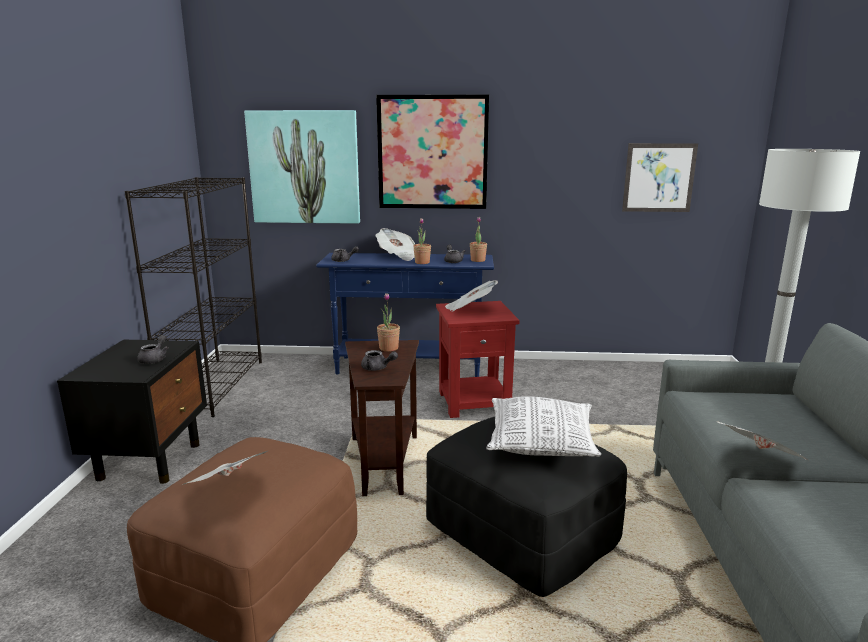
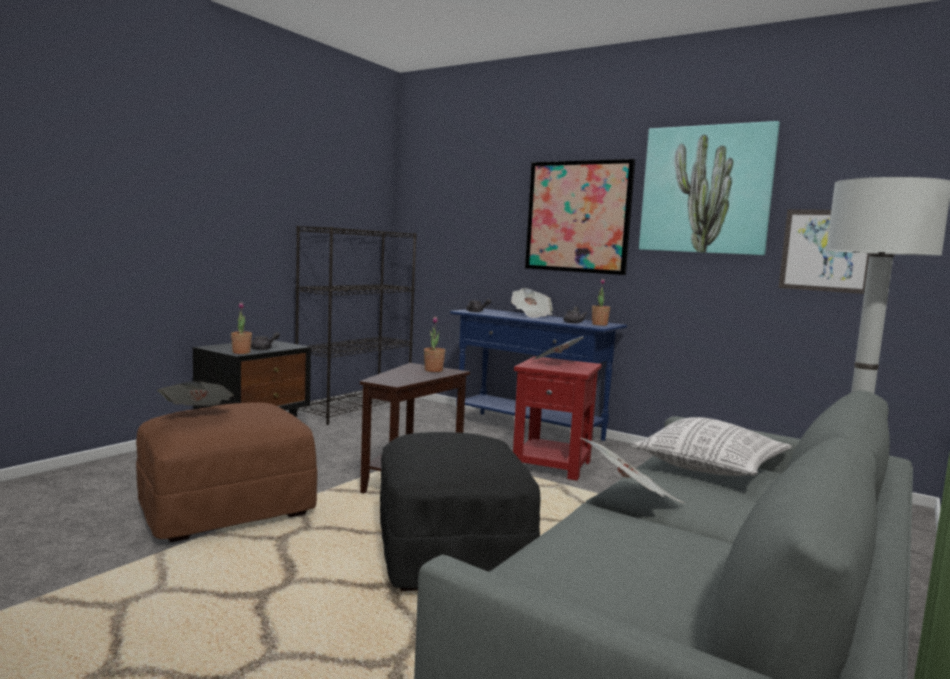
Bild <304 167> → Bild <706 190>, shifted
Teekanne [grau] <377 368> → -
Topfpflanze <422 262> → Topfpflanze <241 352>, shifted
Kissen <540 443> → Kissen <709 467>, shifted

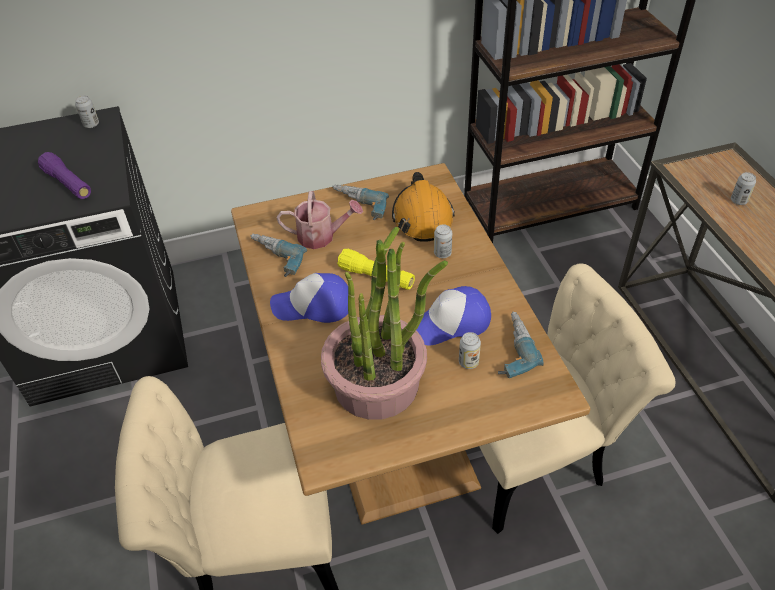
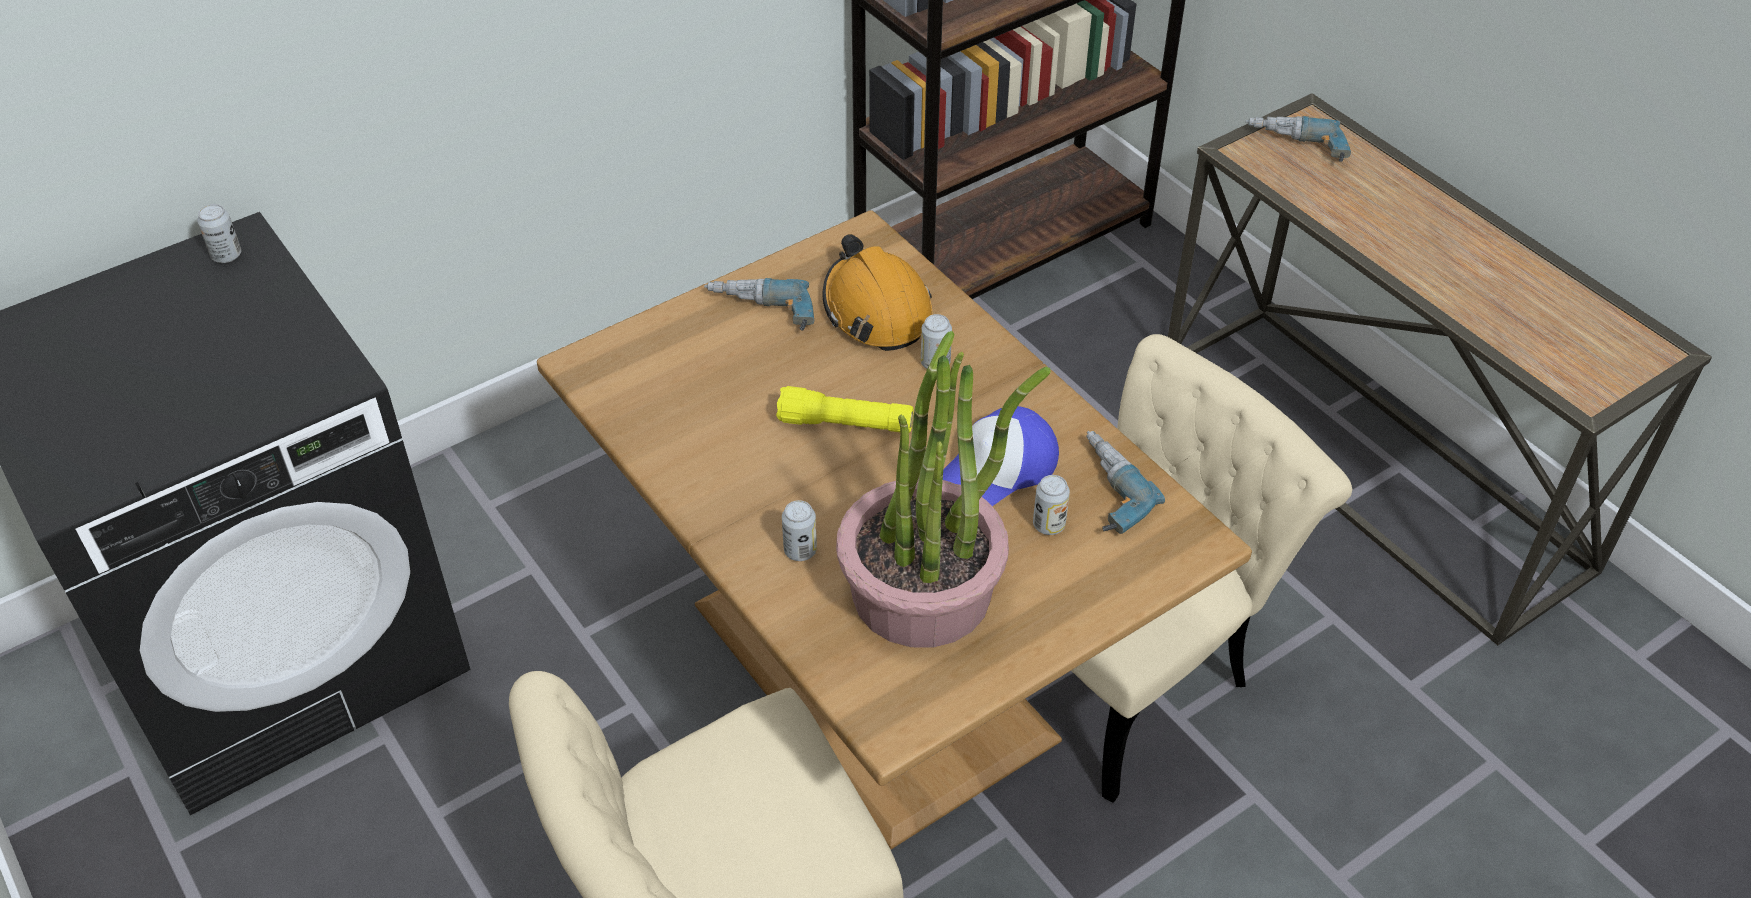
Taschenlampe [lila] <68 184> → -
Bohrmaschine <273 260> → Bohrmaschine <1295 148>, shifted
Kappe <313 306> → -
Gießkanne <321 236> → -
Dose <738 201> → Dose <800 551>, shifted

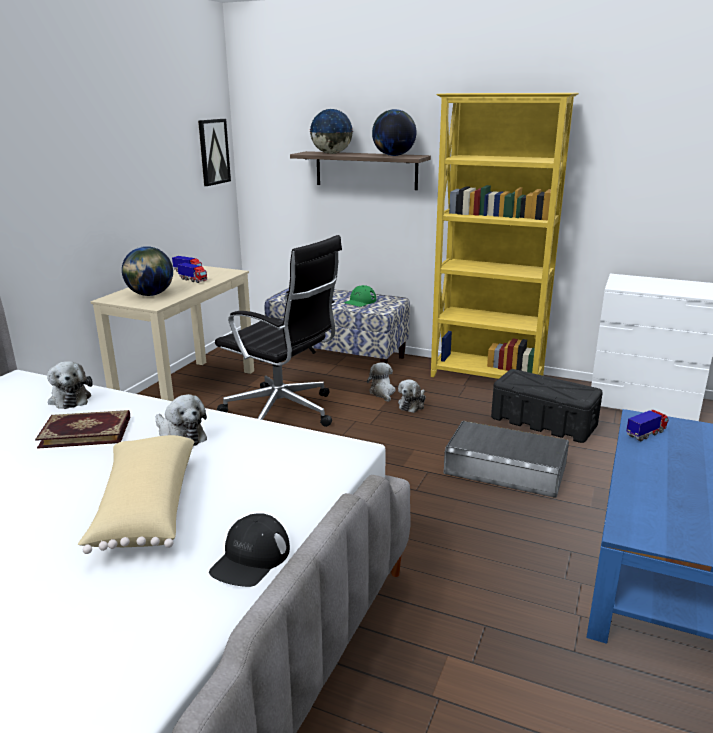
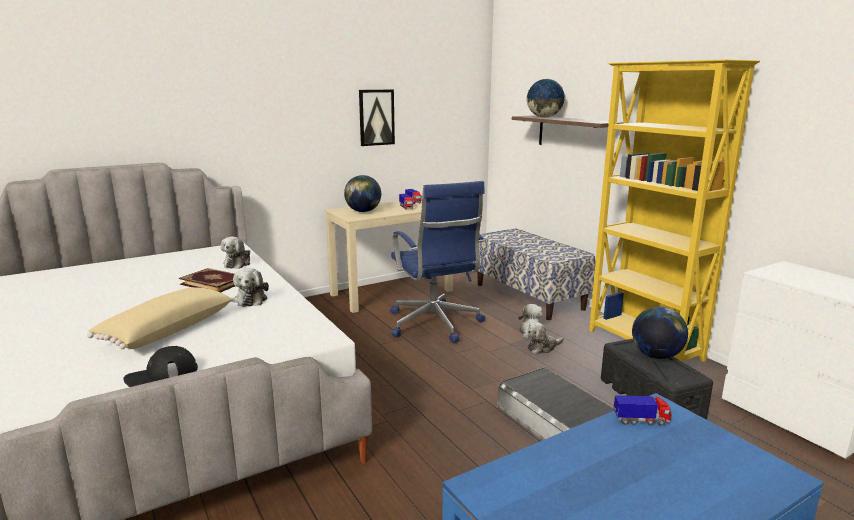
Bild <213 152> → Bild <376 117>, shifted
Bürostuhl [schwarz] <283 413> → Bürostuhl [blau] <435 324>
Kappe [grün] <360 301> → -
Globus <393 155> → Globus <656 355>, shifted

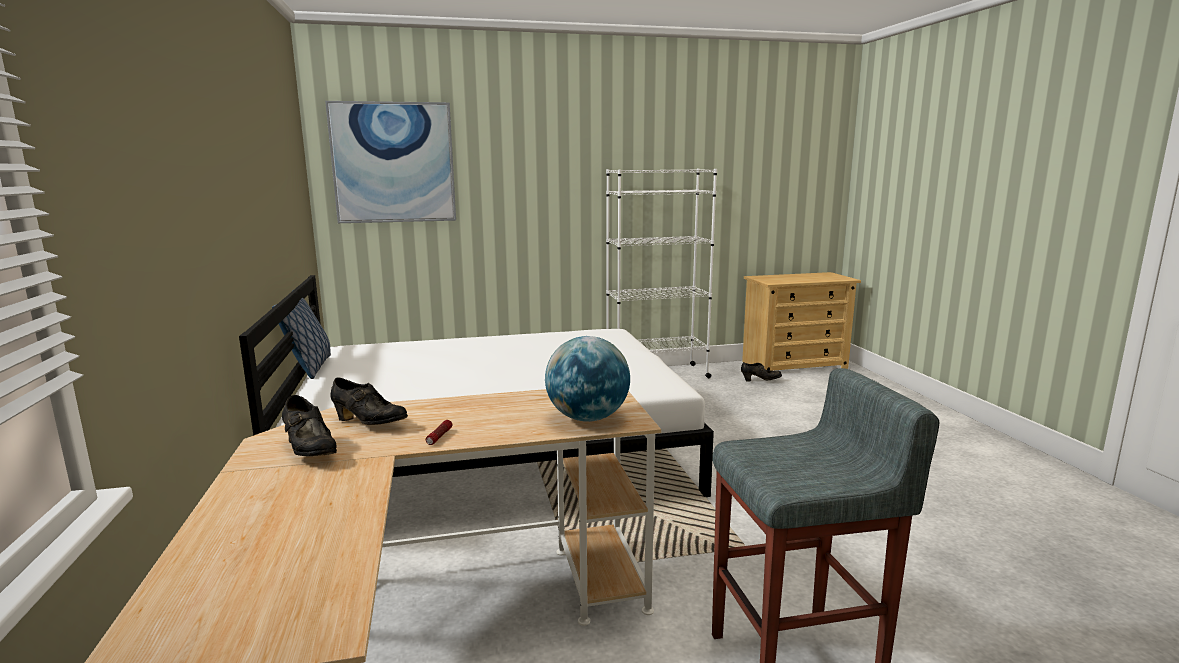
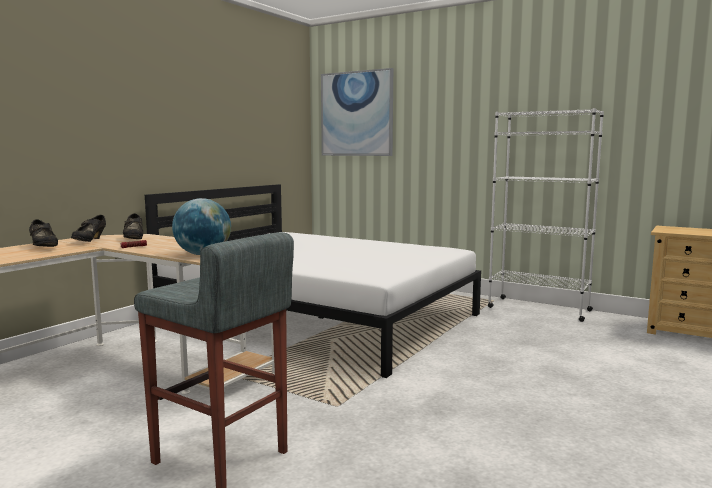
Kissen <309 368> → -
Schuh [schwarz] <761 381> → Schuh [schwarz] <44 247>, shifted

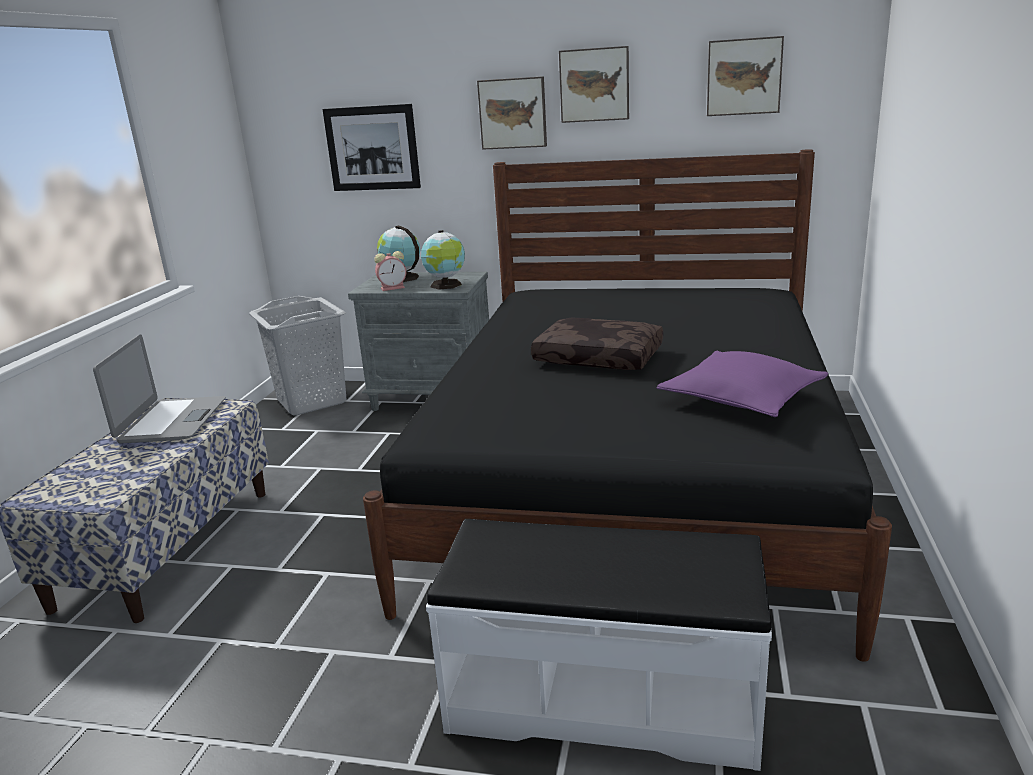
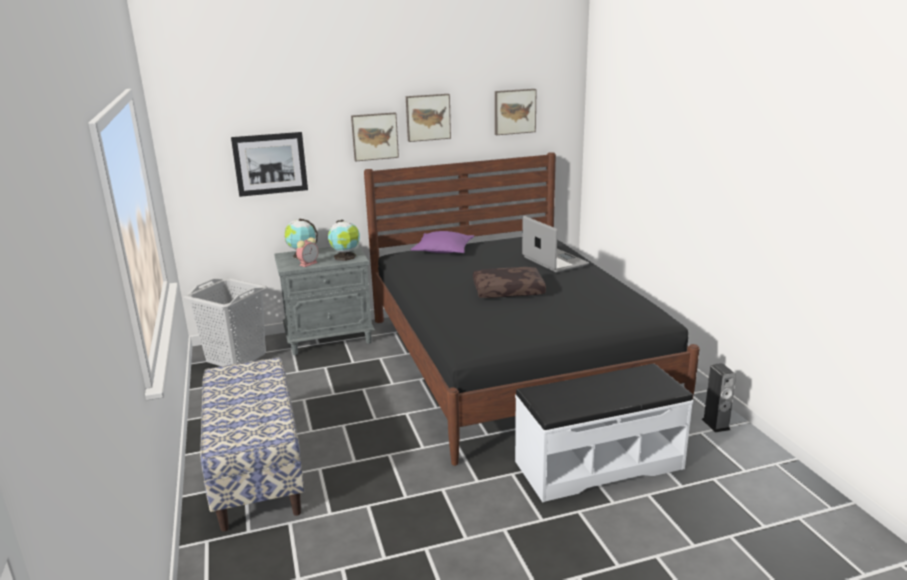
Laptop <171 421> → Laptop <554 261>, shifted
Kissen [lila] <741 398> → Kissen [lila] <443 250>, shifted
- → Lautsprecher <715 424>

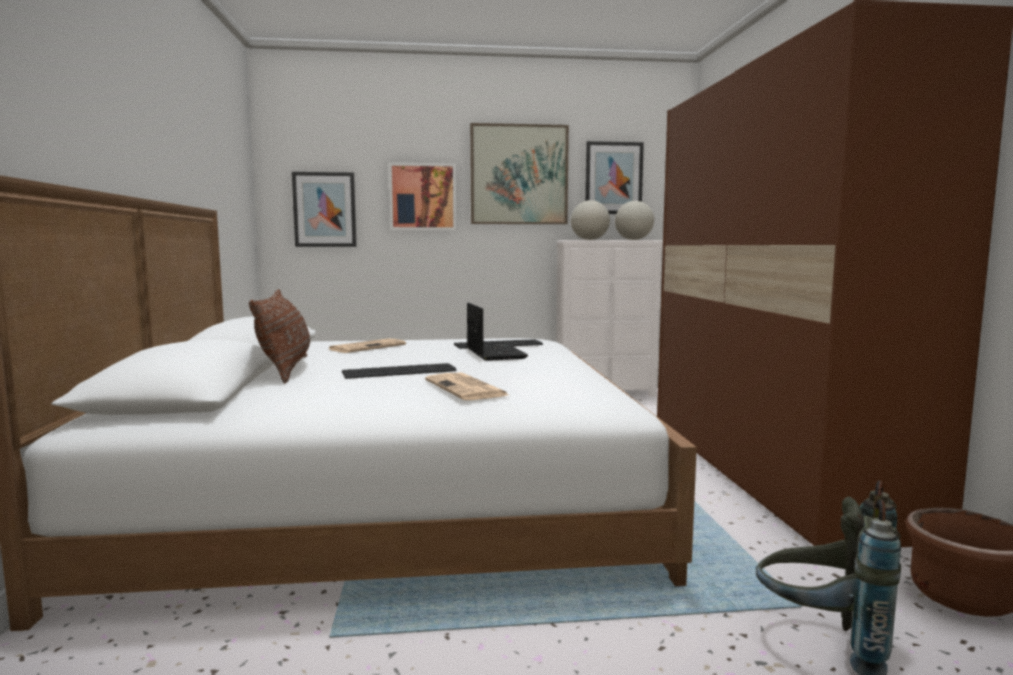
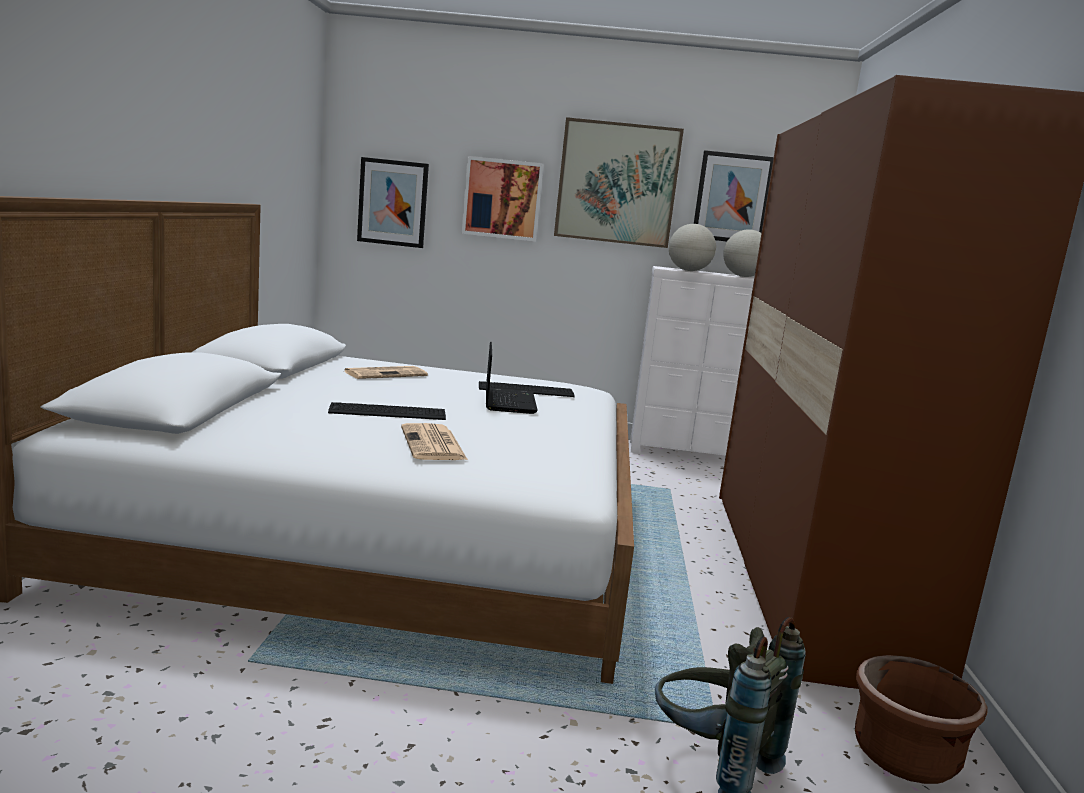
Kissen [braun] <285 369> → -

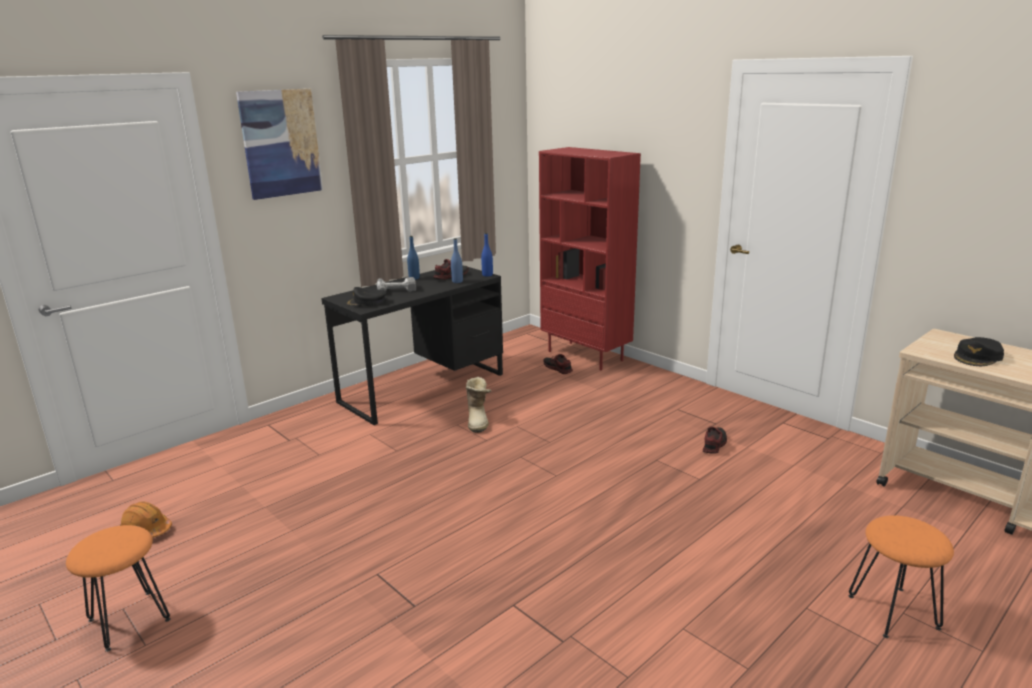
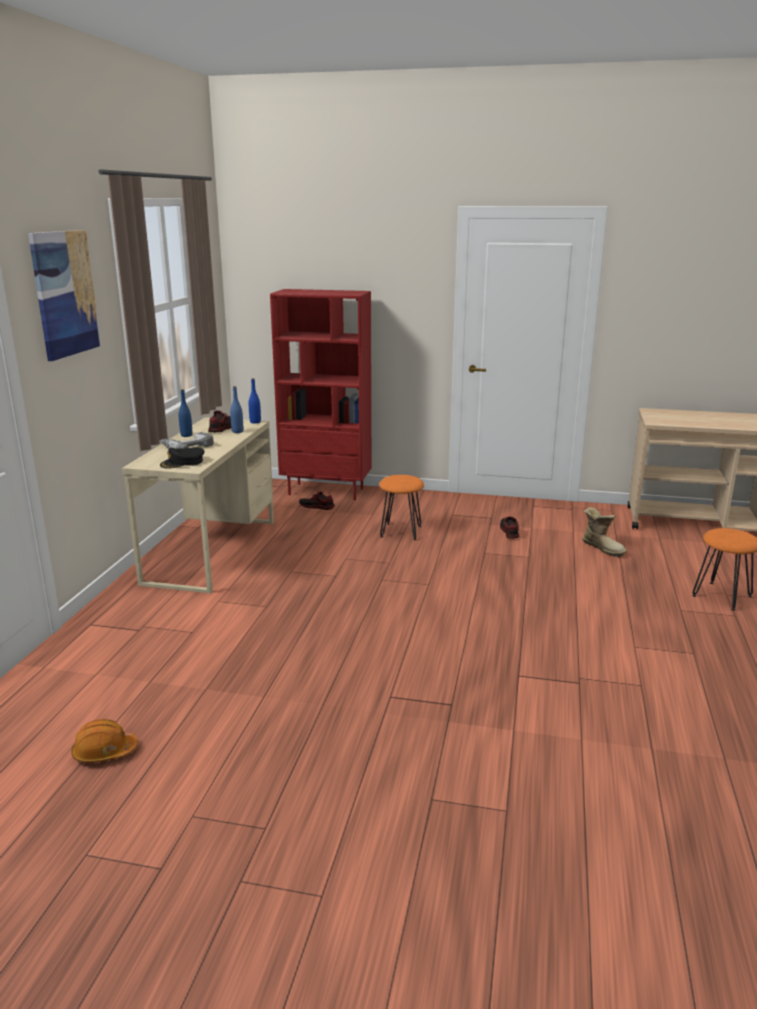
Hocker [orange] <129 619> → Hocker [orange] <400 531>, shifted
Schreibtisch [schwarz] <423 388> → Schreibtisch [beige] <212 551>
Stiefel <478 421> → Stiefel <602 548>, shifted
Kappe [schwarz] <978 357> → -

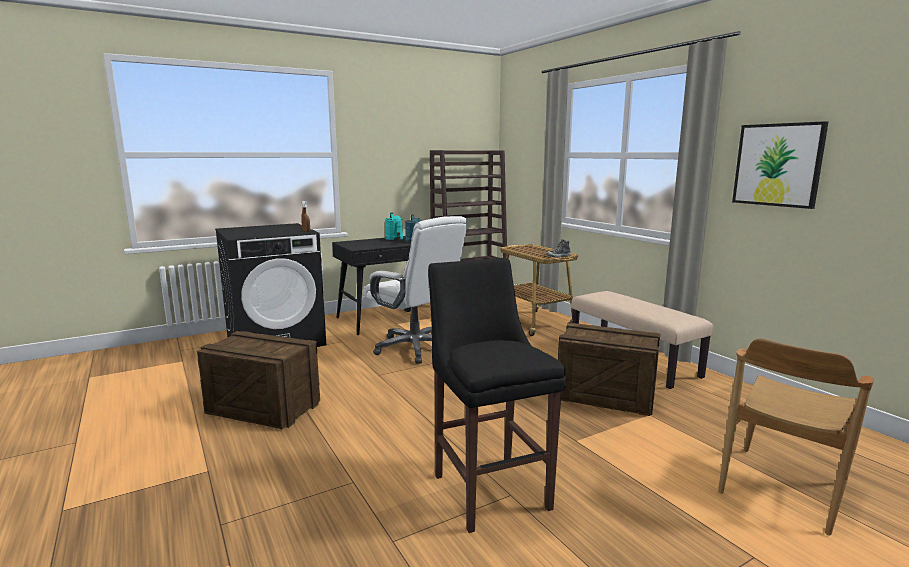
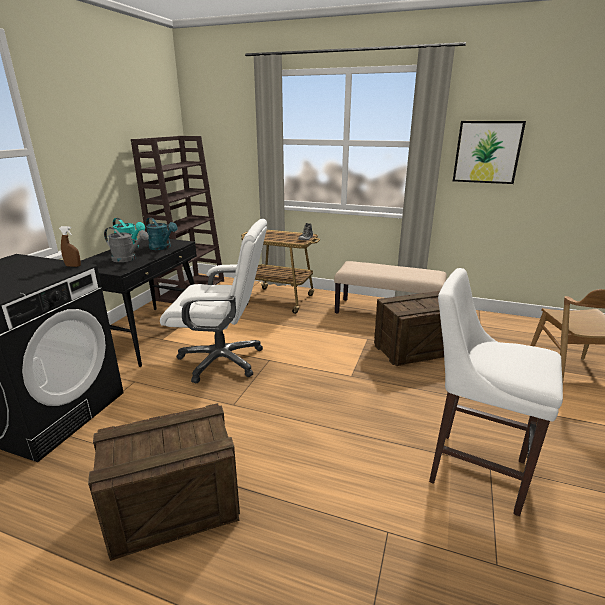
Hocker [schwarz] <489 488> → Hocker [weiß] <472 468>
- → Gießkanne [grau] <128 259>

